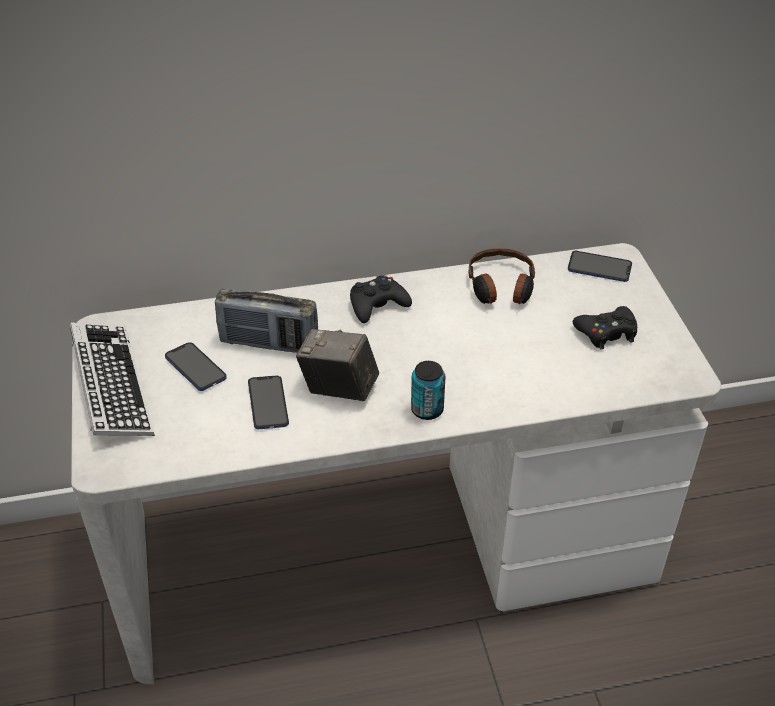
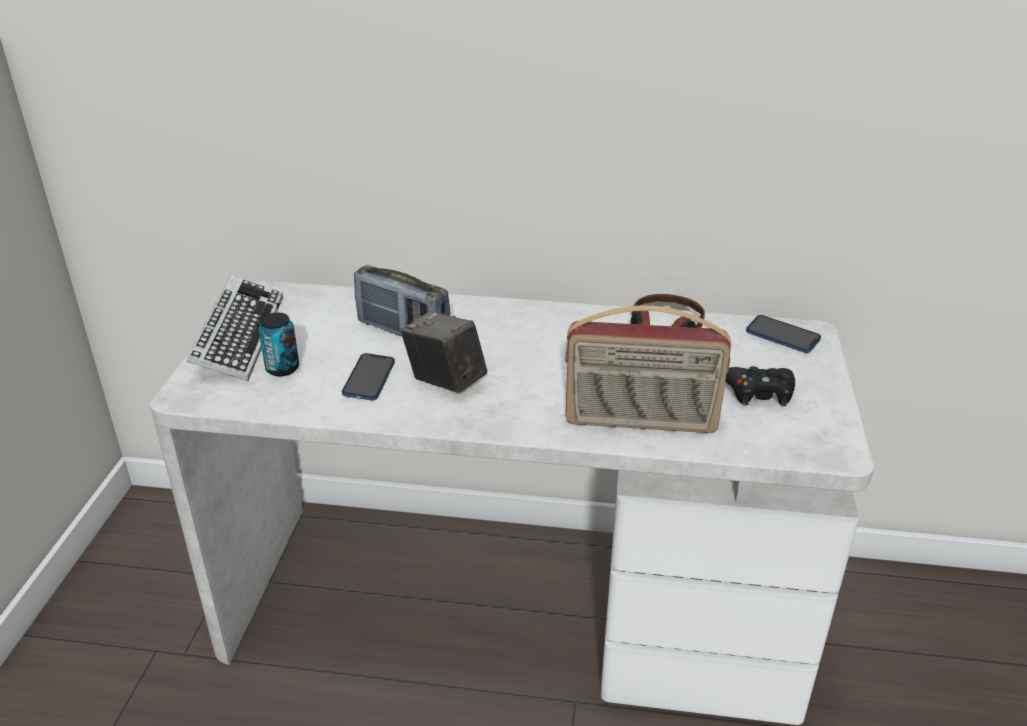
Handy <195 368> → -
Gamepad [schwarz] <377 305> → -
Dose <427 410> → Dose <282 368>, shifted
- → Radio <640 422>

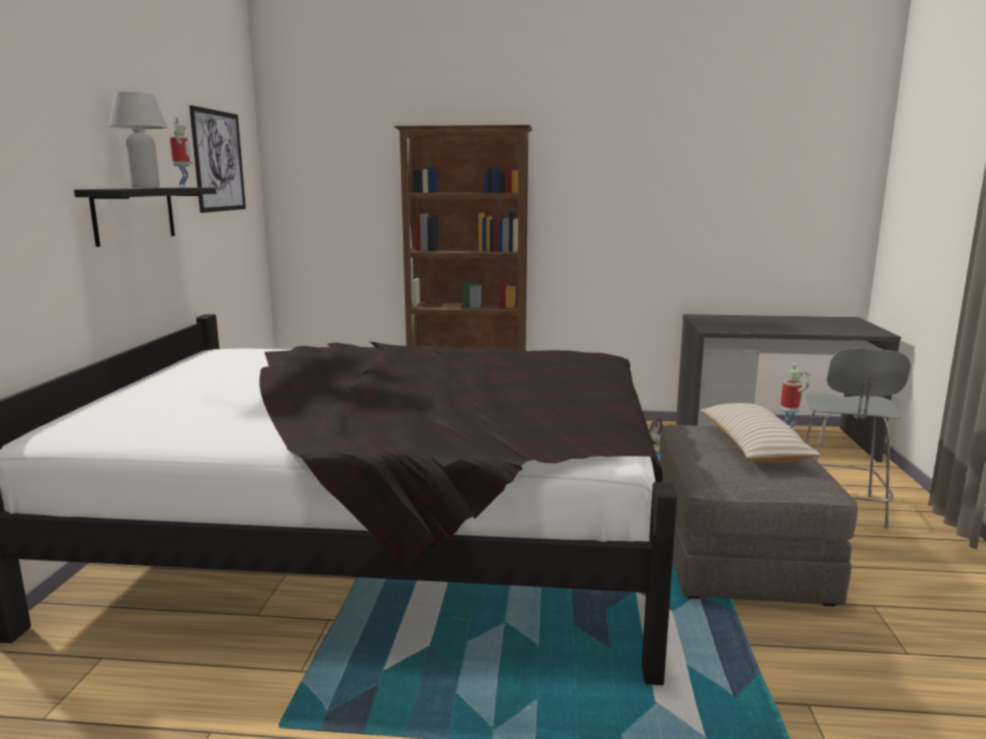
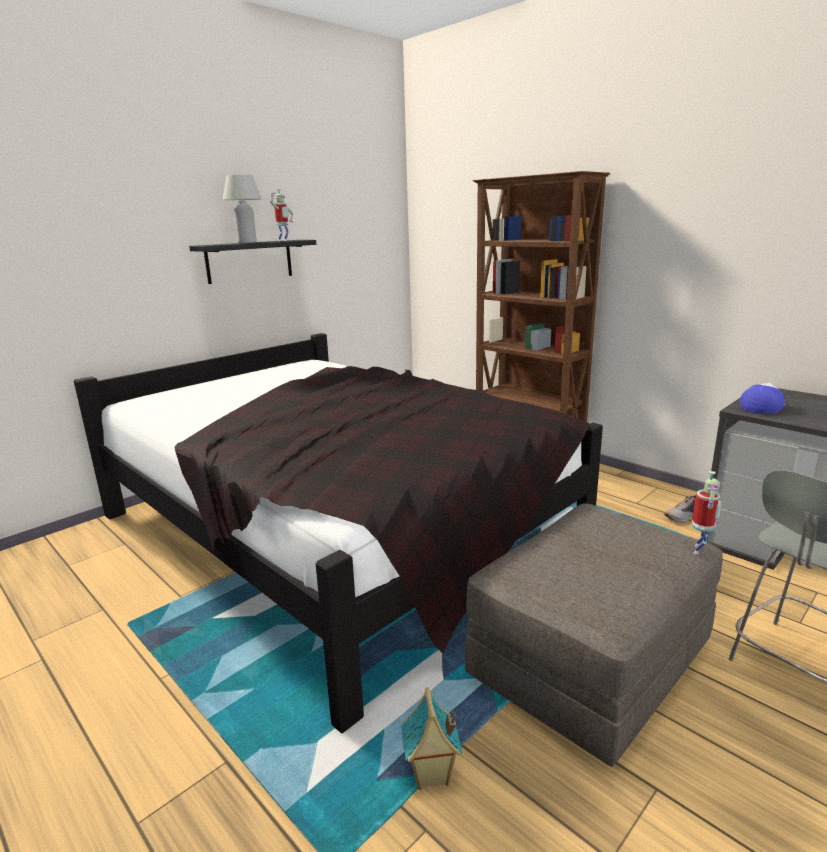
Bild <218 161> → -
Kissen [beige] <753 446> → -
- → Spielzeughaus <431 775>
- → Kappe <763 406>

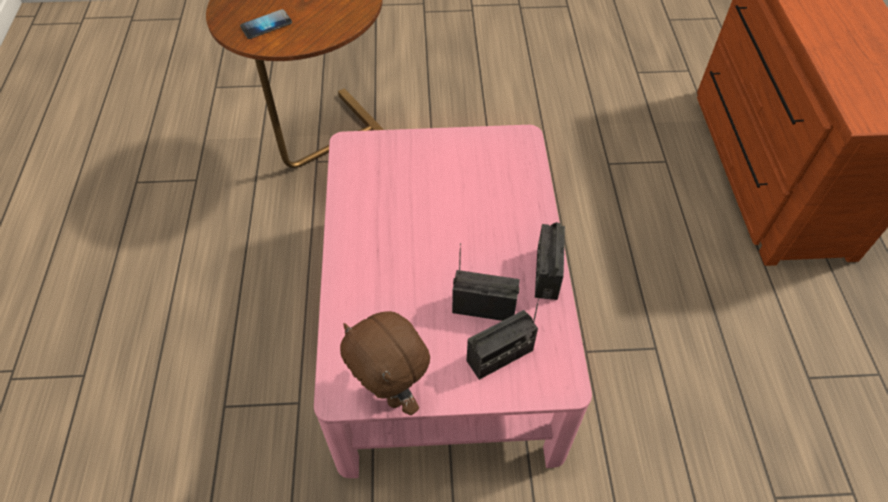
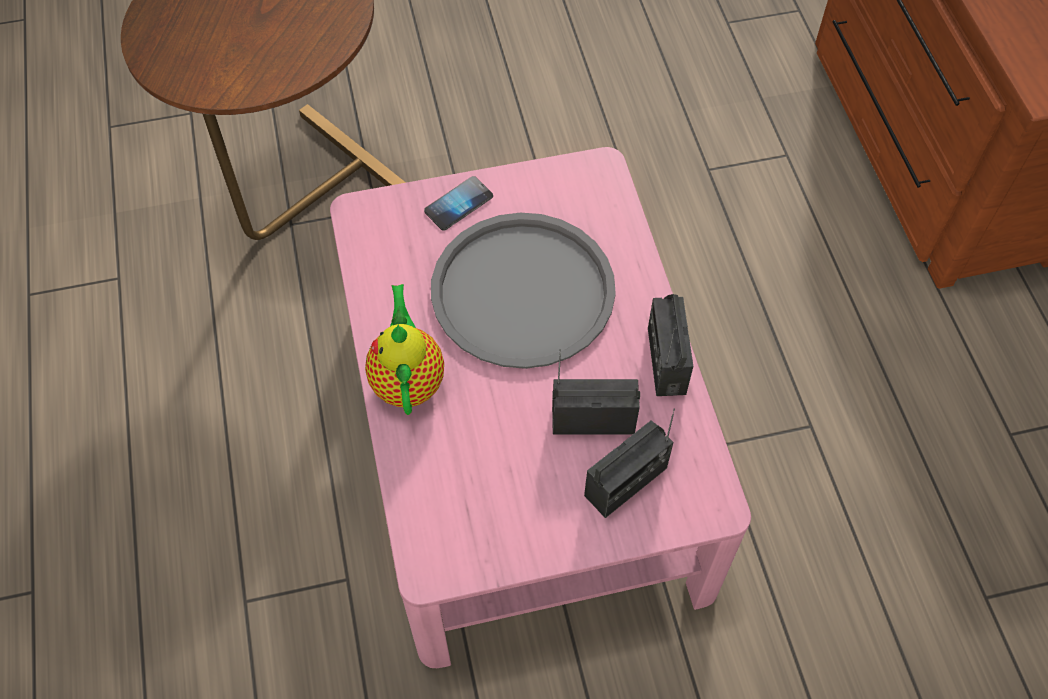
Handy <266 25> → Handy <458 204>, shifted
Plüschtier [braun] <391 392> → -
- → Teekanne <407 379>
- → Tablett [grau] <523 291>

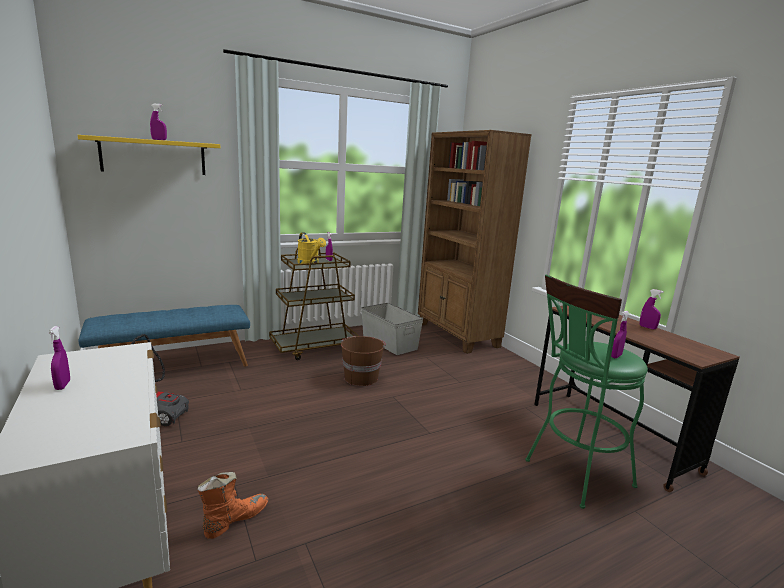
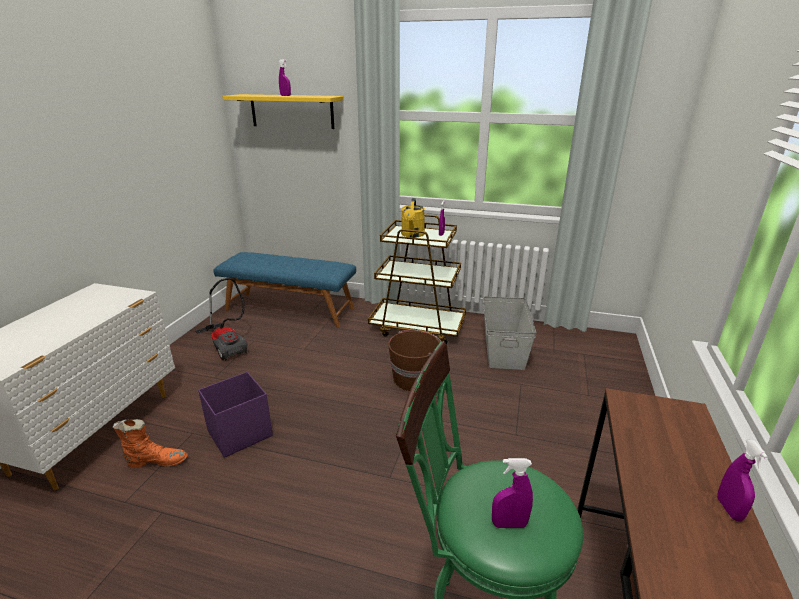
Sprühflasche [lila] <62 385> → -
Bücherregal [braun] <457 335> → -
- → Aufbewahrungsbox [lila] <239 434>

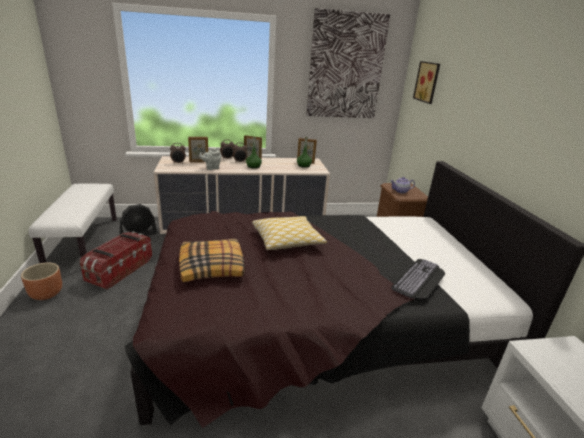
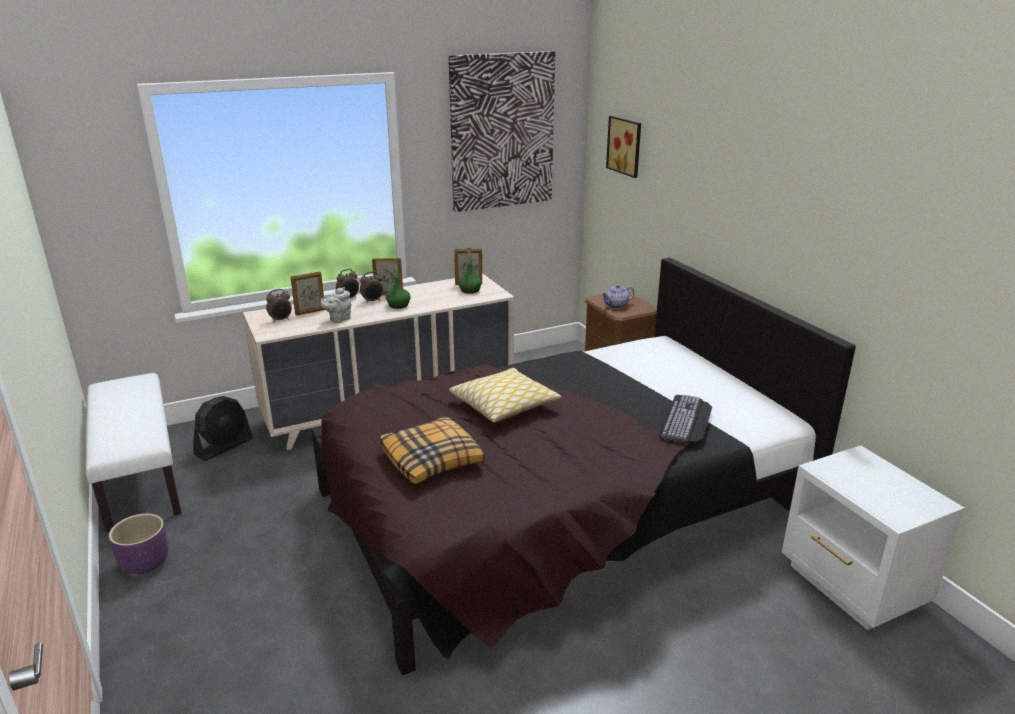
Pflanzkübel [braun] <46 294> → Pflanzkübel [lila] <144 564>
Aufbewahrungsbox <119 270> → -

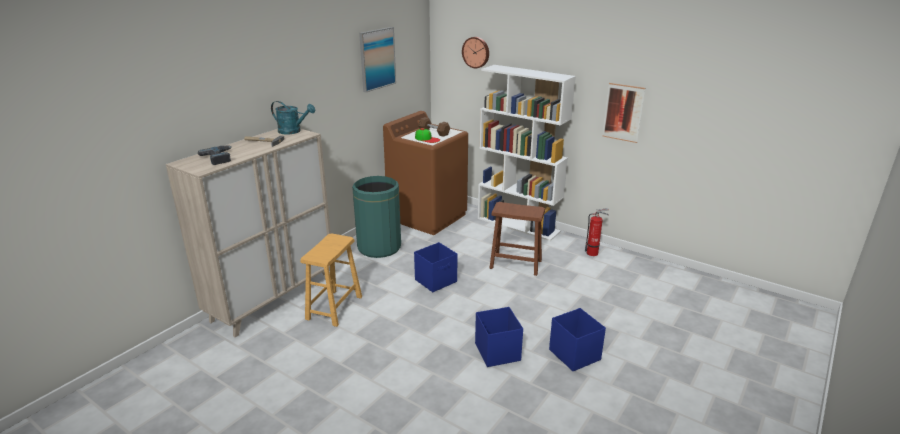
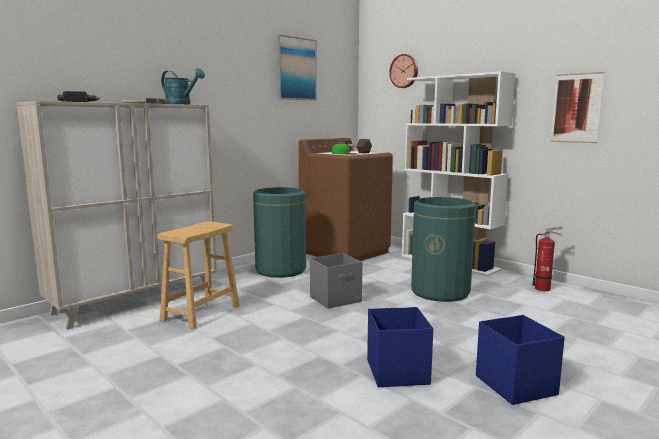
Aufbewahrungsbox [blau] <436 281> → Aufbewahrungsbox [grau] <336 299>
Hocker [braun] <515 264> → Mülleimer [grün] <440 292>

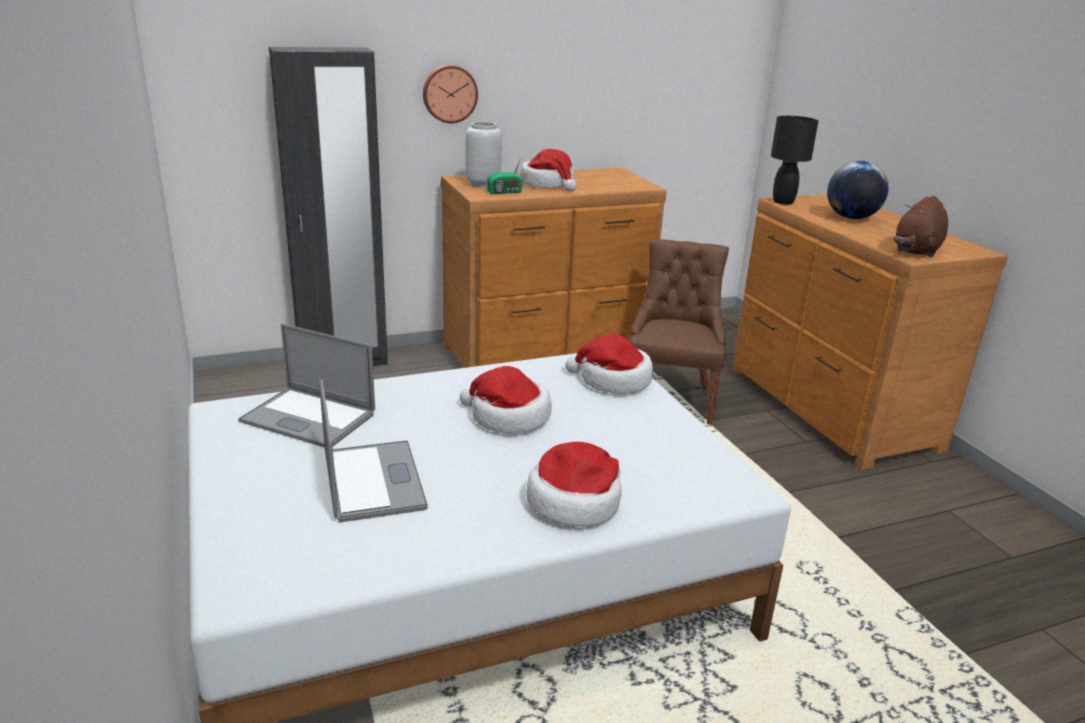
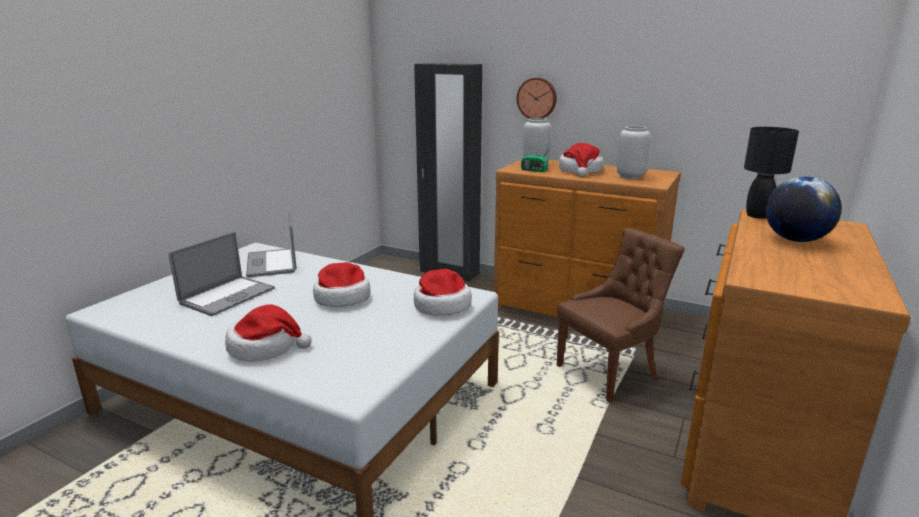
Plüschtier [braun] <916 251> → -
- → Vase [grau] <630 176>

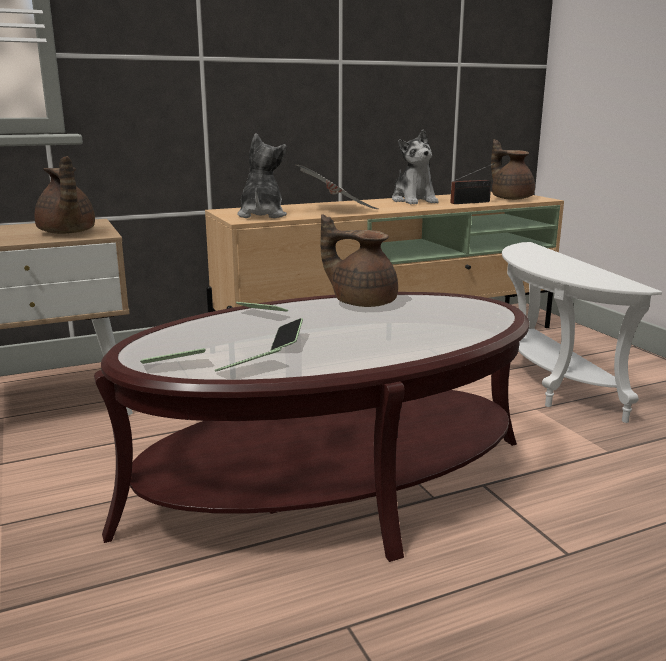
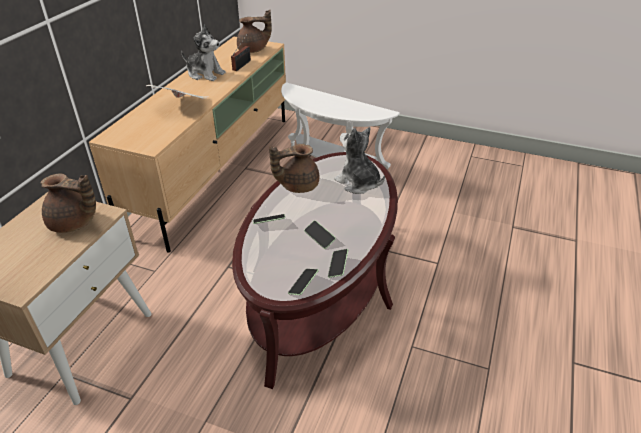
Plüschtier <261 215> → Plüschtier <358 183>, shifted
Teekanne [braun] <510 198> → Teekanne [braun] <253 50>, 150 degrees clockwise

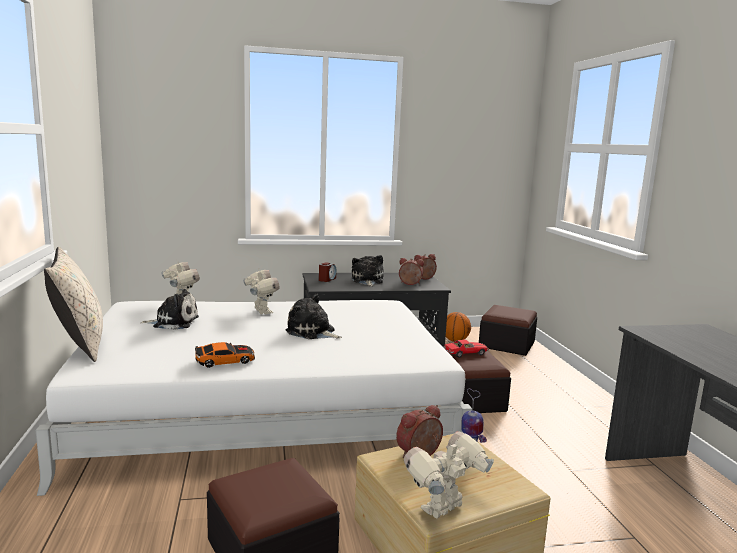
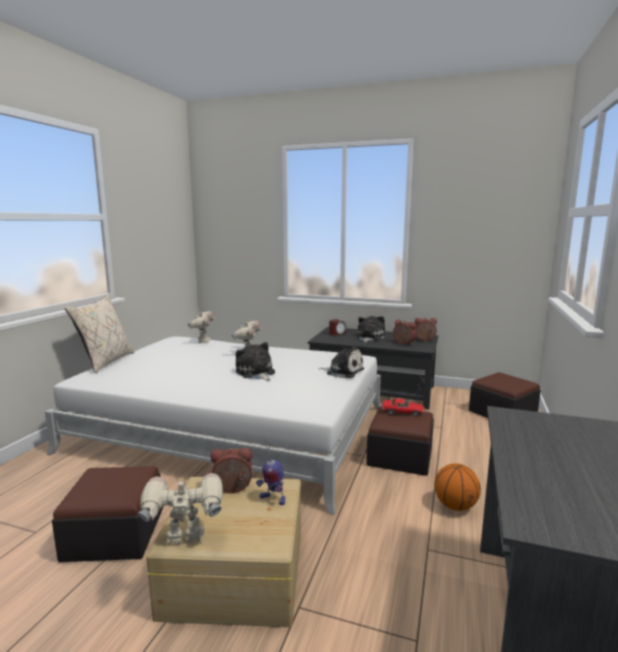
Plüschtier <173 322> → Plüschtier <343 372>, shifted
Spielzeugauto <225 360> → -
Basketball <455 340> → Basketball <455 506>, shifted

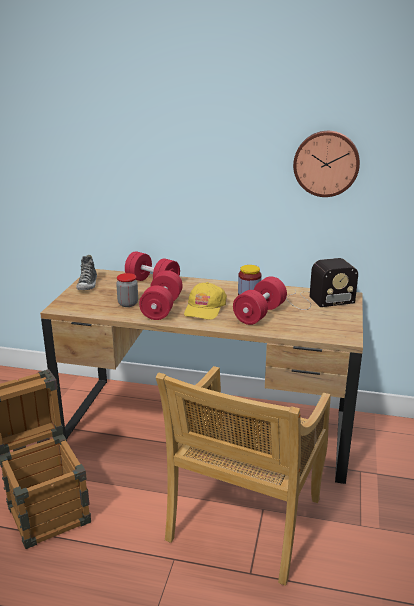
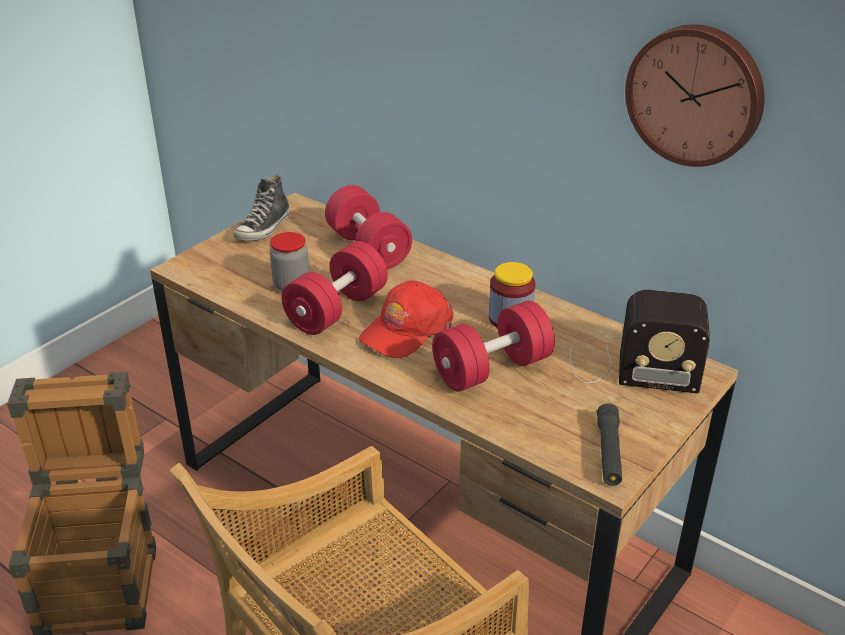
Kappe [gelb] <204 308> → Kappe [rot] <406 330>
- → Taschenlampe [schwarz] <608 452>

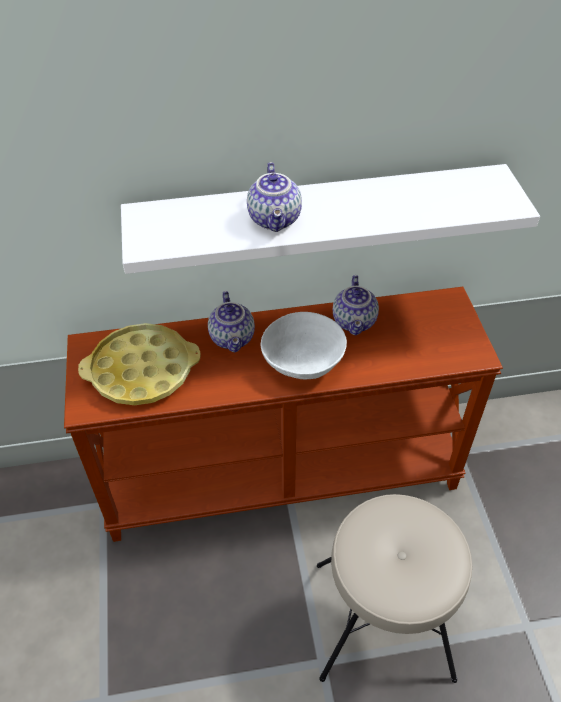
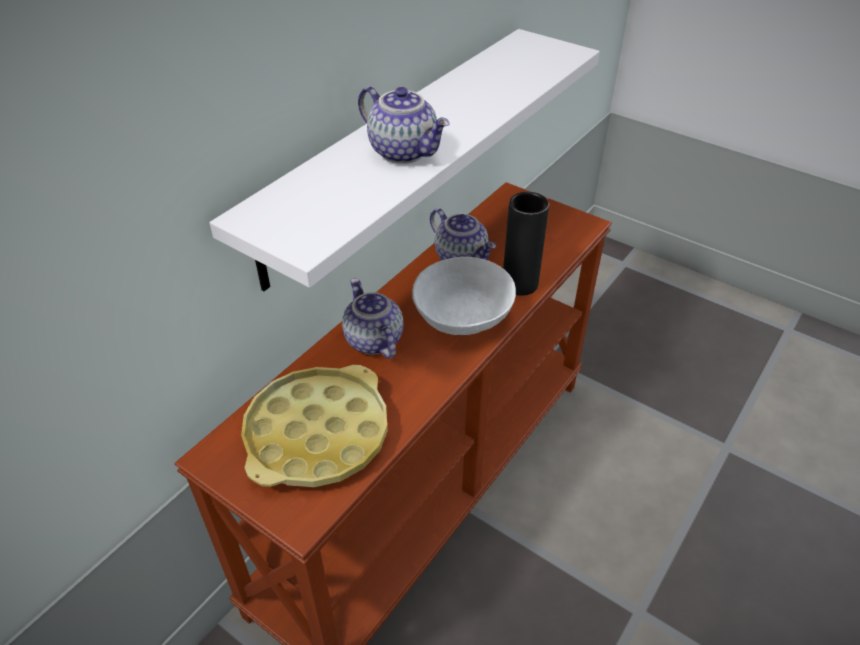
Teekanne <233 338> → Teekanne <372 340>, 150 degrees counterclockwise
Hocker [beige] <383 621> → -
- → Vase [schwarz] <520 284>

